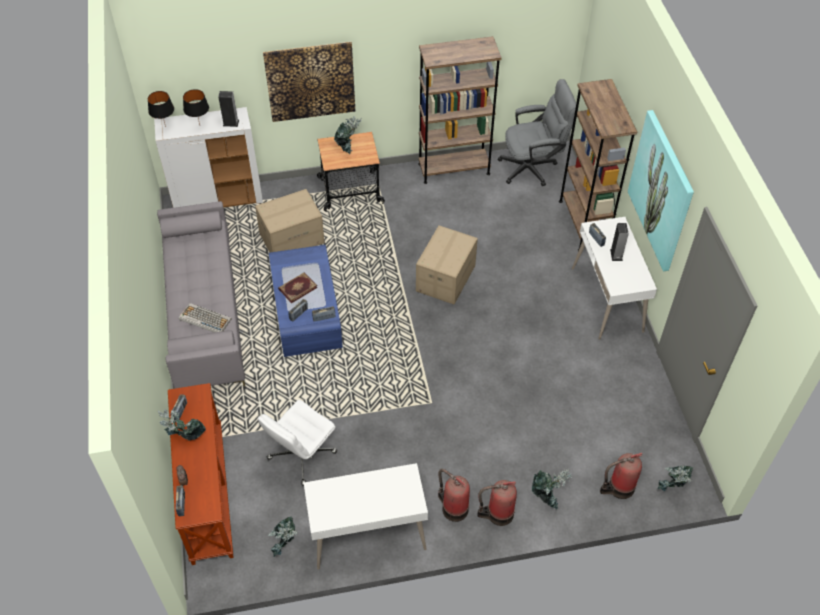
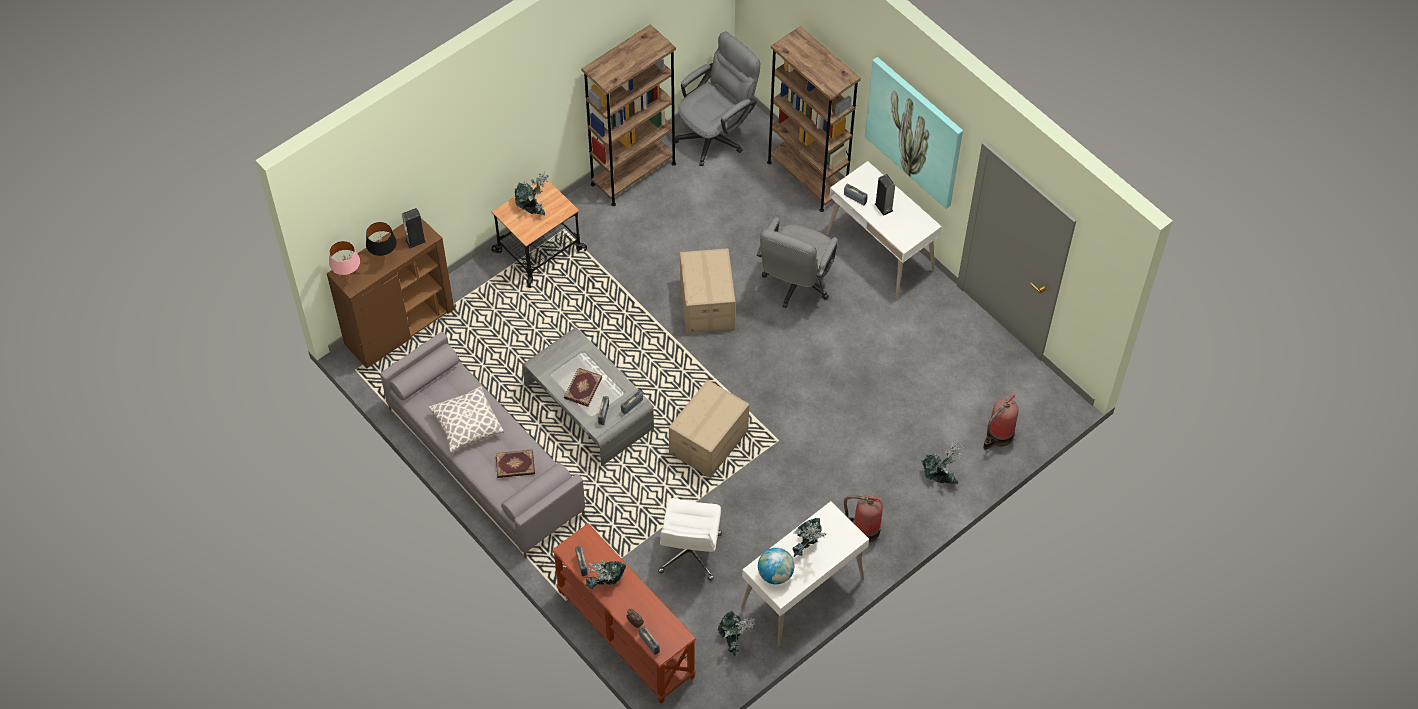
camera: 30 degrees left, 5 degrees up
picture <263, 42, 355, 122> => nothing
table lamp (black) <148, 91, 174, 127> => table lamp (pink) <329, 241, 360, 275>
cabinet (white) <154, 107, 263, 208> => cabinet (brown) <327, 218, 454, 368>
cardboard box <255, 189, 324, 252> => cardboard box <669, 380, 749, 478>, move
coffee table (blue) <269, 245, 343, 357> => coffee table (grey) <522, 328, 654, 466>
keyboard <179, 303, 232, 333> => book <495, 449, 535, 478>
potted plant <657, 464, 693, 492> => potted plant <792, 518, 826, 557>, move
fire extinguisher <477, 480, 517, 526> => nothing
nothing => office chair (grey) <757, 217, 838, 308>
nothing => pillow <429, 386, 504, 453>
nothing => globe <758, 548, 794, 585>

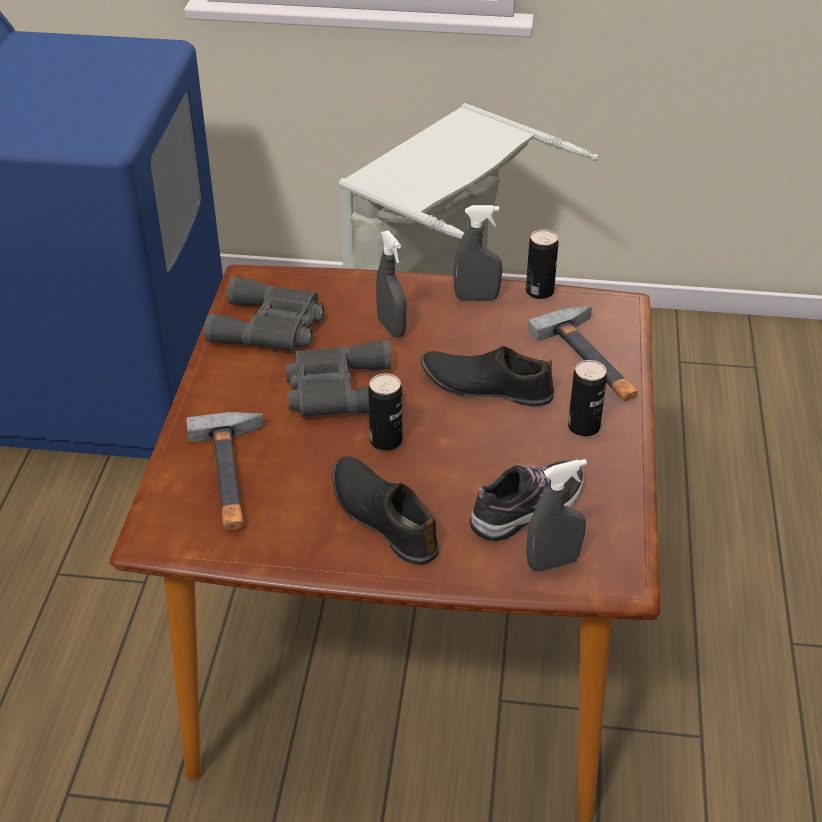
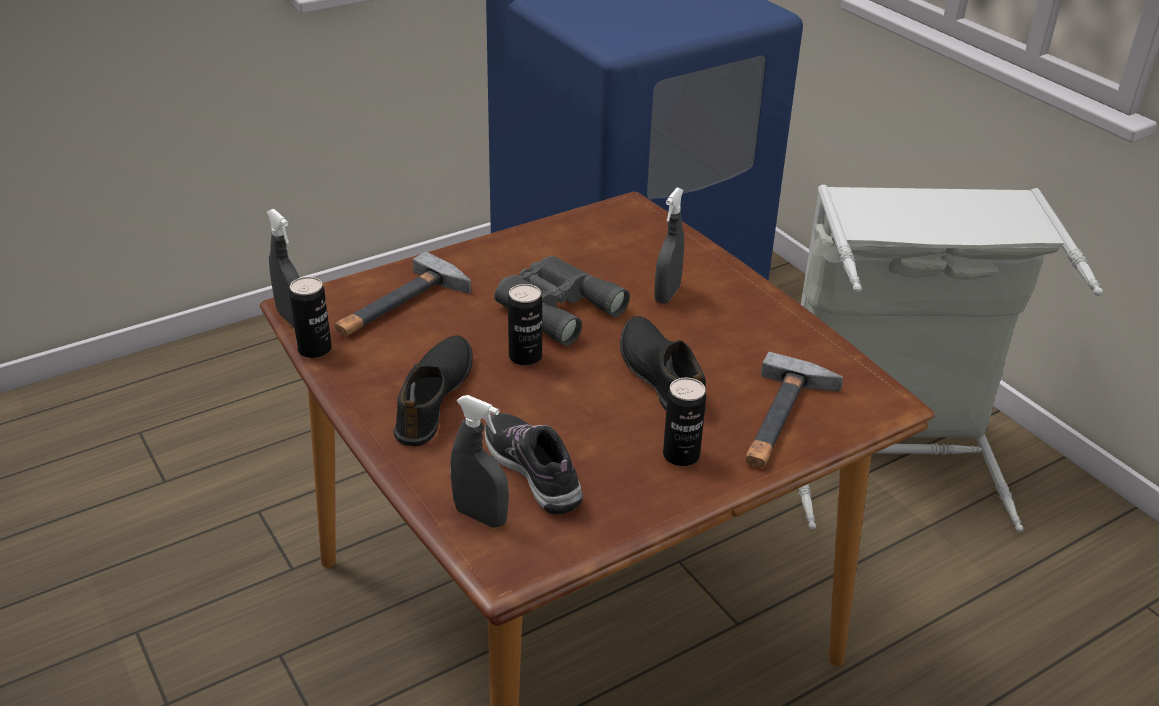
camera: 50 degrees right, 5 degrees down
spray bottle (grey) <454, 205, 502, 301> => spray bottle (grey) <267, 209, 300, 327>, move
can <526, 229, 558, 299> => can <289, 277, 332, 358>, move
binoculars (grey) <204, 277, 324, 352> => nothing
shoe <469, 461, 584, 541> => shoe <484, 413, 583, 515>, 135 degrees counterclockwise

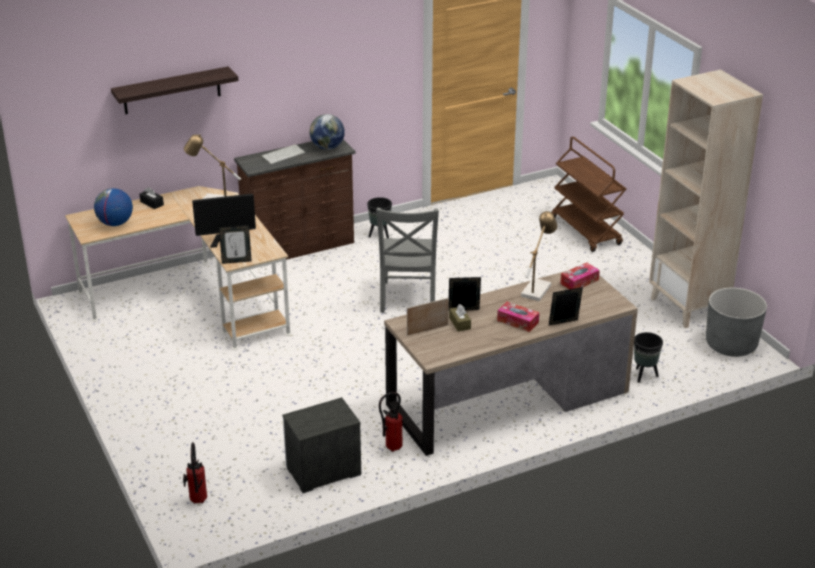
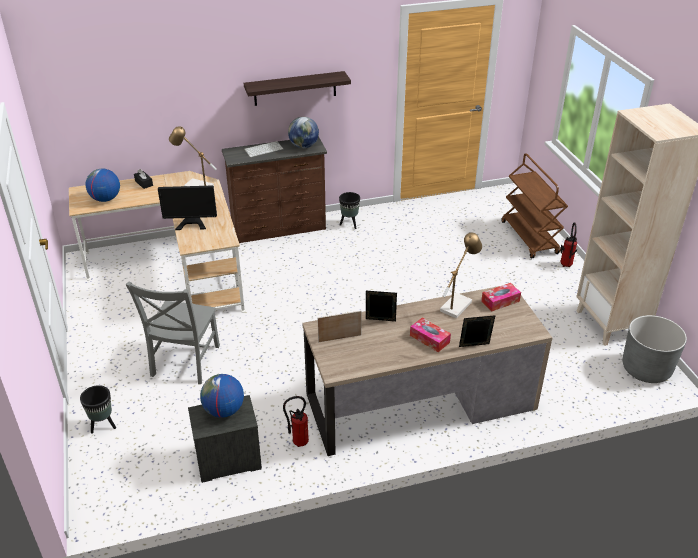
camera: 10 degrees right, 5 degrees up
shelf <111, 66, 238, 114> => shelf <244, 71, 351, 106>, move
chair (grey) <376, 208, 439, 313> => chair (grey) <125, 282, 220, 384>, move
picture frame <219, 225, 252, 264> => nothing
tissue box (brown) <449, 304, 471, 332> => nothing
planter (black) <634, 332, 663, 383> => planter (black) <80, 385, 116, 434>, move
fire extinguisher <183, 442, 207, 504> => fire extinguisher <560, 222, 577, 267>, move
nothing => globe <200, 374, 244, 418>

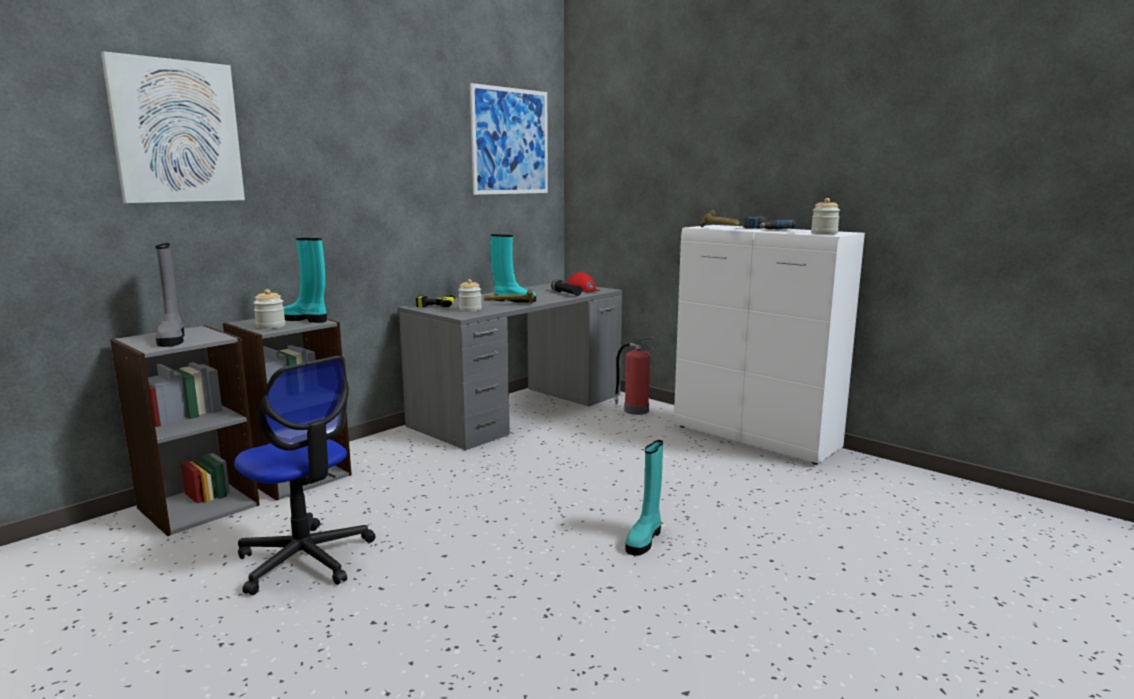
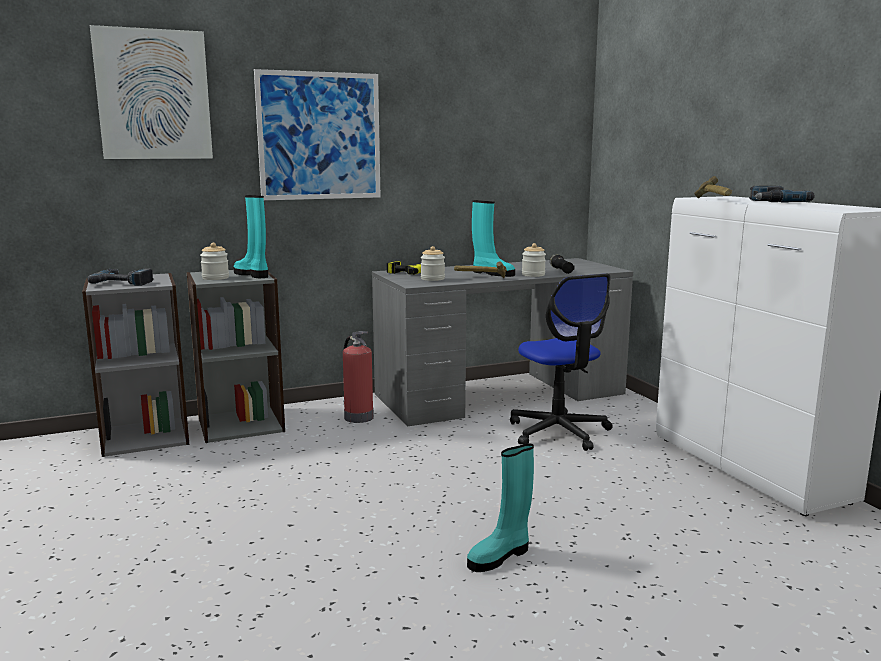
camera: 25 degrees right, 0 degrees up
picture <470, 83, 548, 195> => picture <254, 69, 380, 200>, move
jar <811, 198, 840, 234> => jar <522, 243, 546, 277>, move
boot (grey) <155, 243, 184, 347> => power drill <87, 269, 154, 286>
cap (red) <566, 272, 600, 292> => nothing
fire extinguisher <614, 337, 653, 415> => fire extinguisher <343, 331, 374, 423>, move
office chair <234, 356, 375, 595> => office chair <510, 273, 613, 451>, move

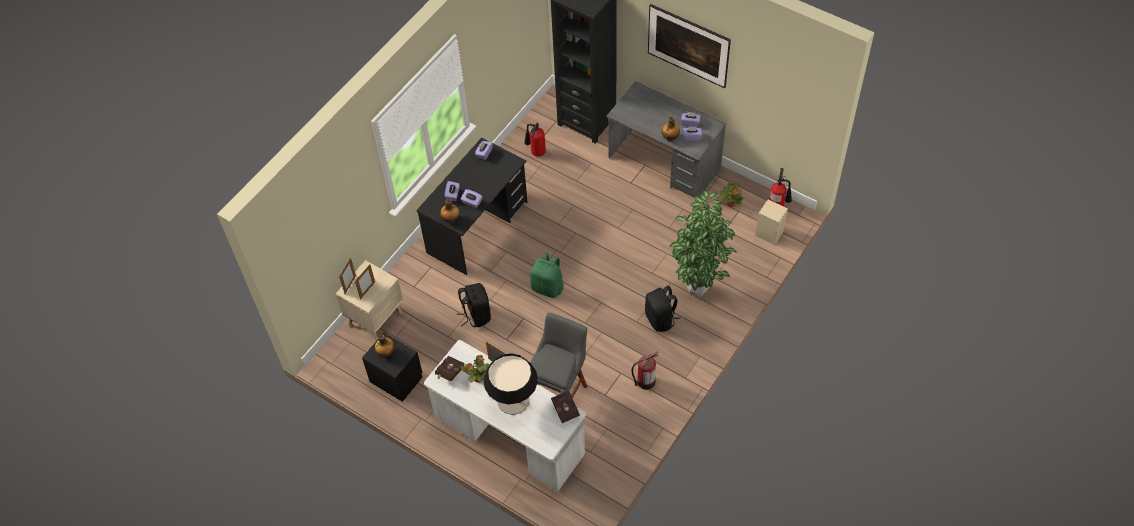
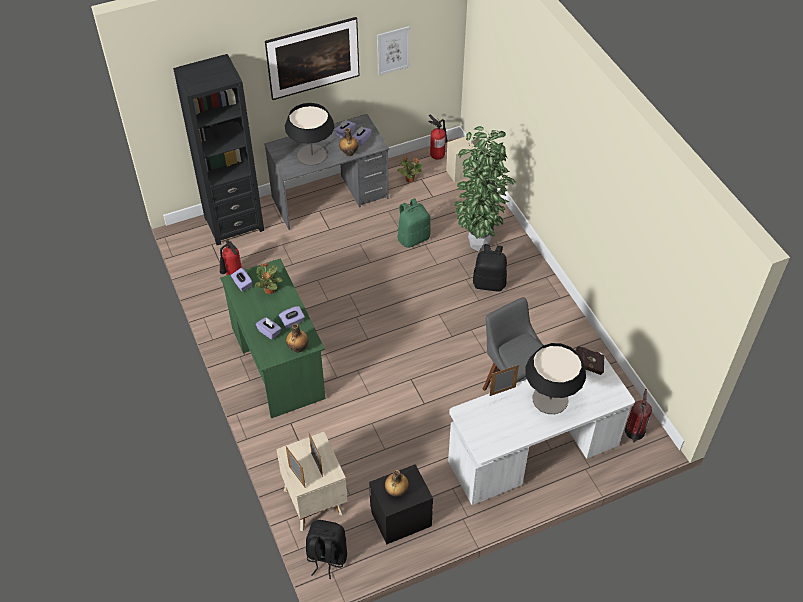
camera: 60 degrees left, 5 degrees down
desk (black) <416, 137, 527, 275> => desk (green) <220, 258, 326, 418>
backpack (green) <530, 252, 564, 298> => backpack (green) <397, 198, 431, 248>, move
backpack (black) <457, 283, 491, 327> => backpack (black) <306, 520, 347, 579>, move
fire extinguisher <631, 351, 658, 390> => fire extinguisher <625, 389, 652, 443>, move
potted plant <460, 355, 490, 383> => potted plant <255, 263, 283, 294>, move
book (red) <435, 356, 465, 382> => nothing
nothing => picture <377, 26, 410, 76>
nothing => table lamp <285, 103, 334, 166>

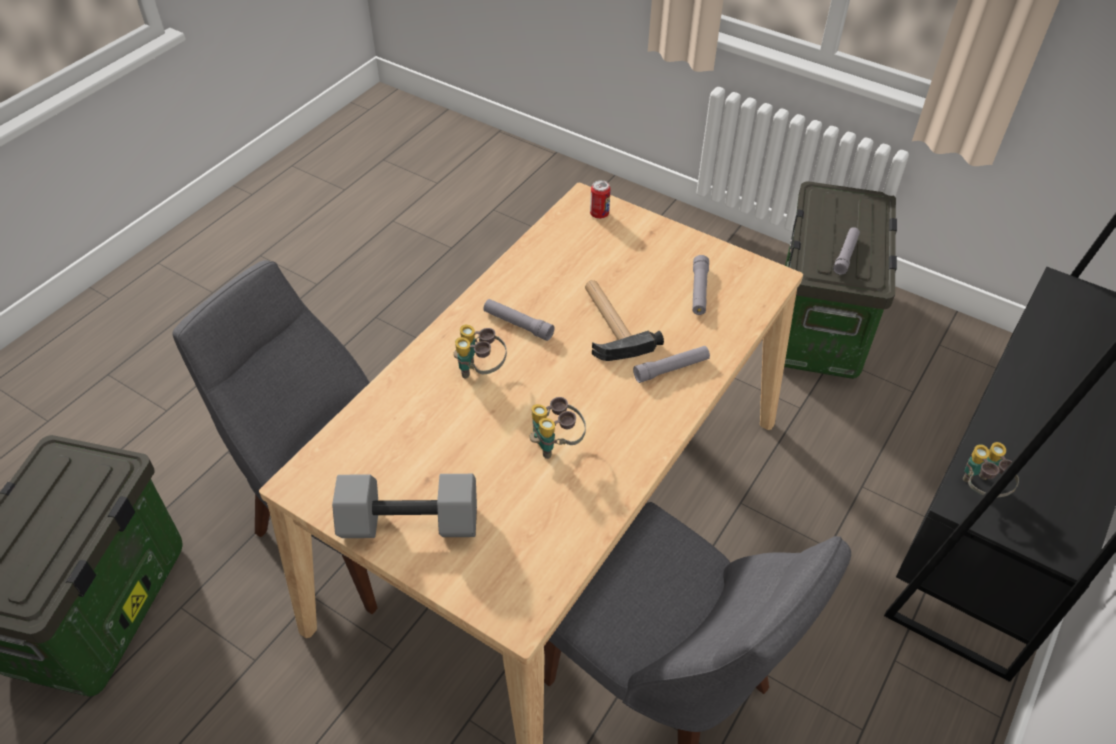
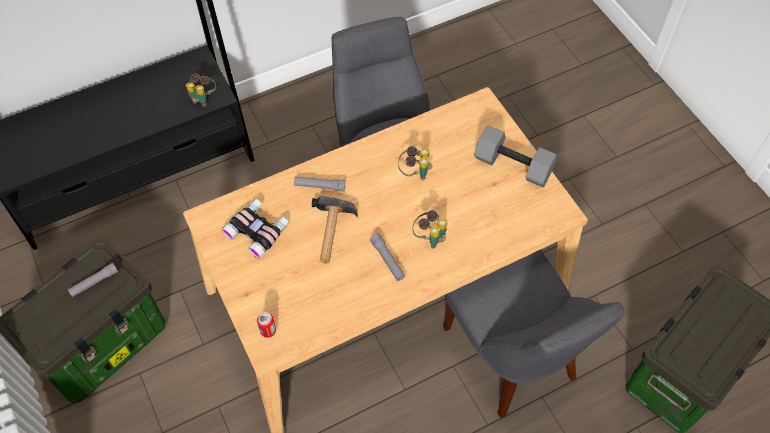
camera: 150 degrees left, 10 degrees up
flashlight (grey) <692, 255, 709, 315> => binoculars <221, 199, 289, 259>

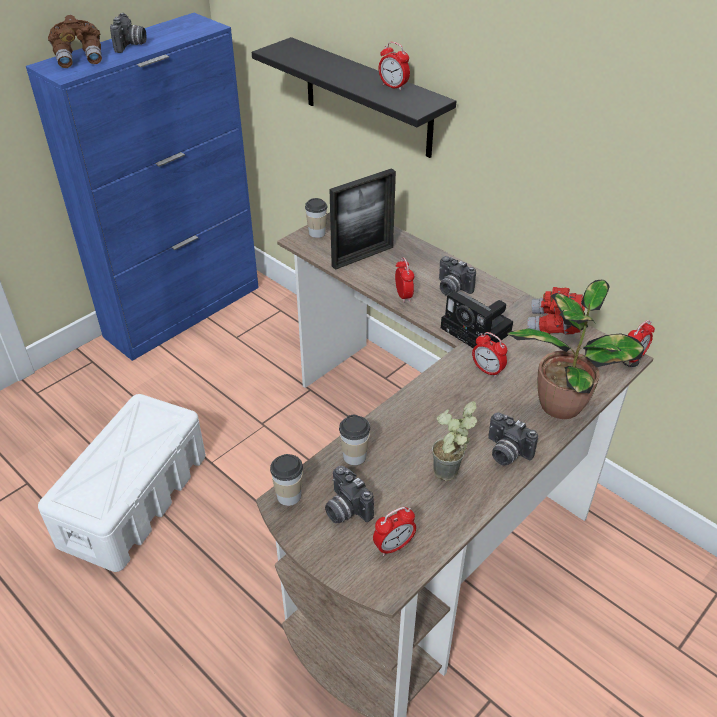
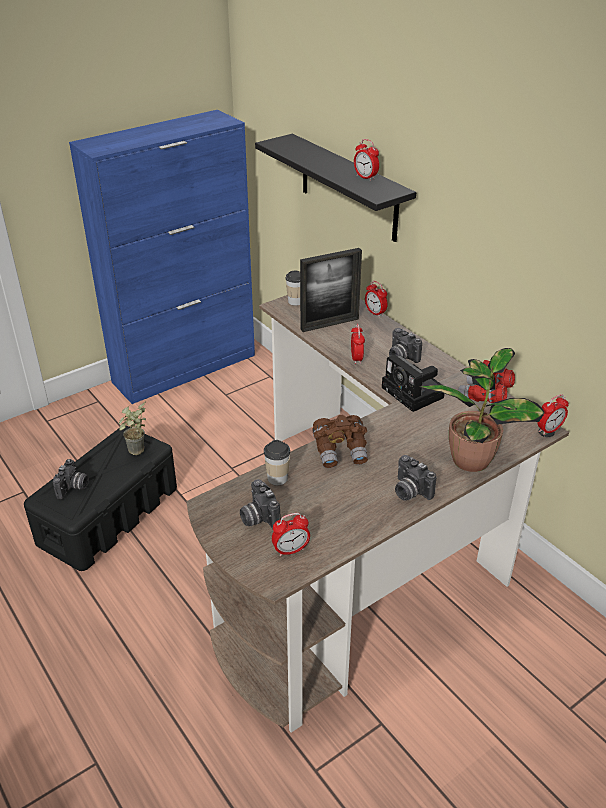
camera: 10 degrees right, 5 degrees down
photo camera <110, 13, 147, 53> => photo camera <53, 459, 89, 499>, move
binoculars (brown) <48, 15, 102, 68> => binoculars (brown) <313, 415, 368, 468>, move
alarm clock <472, 332, 507, 378> => alarm clock <365, 281, 388, 317>, move
storage box (white) <38, 394, 206, 572> => storage box (black) <24, 426, 177, 571>
potted plant <432, 401, 477, 481> => potted plant <119, 402, 146, 455>, move
cup <270, 454, 303, 506> => nothing

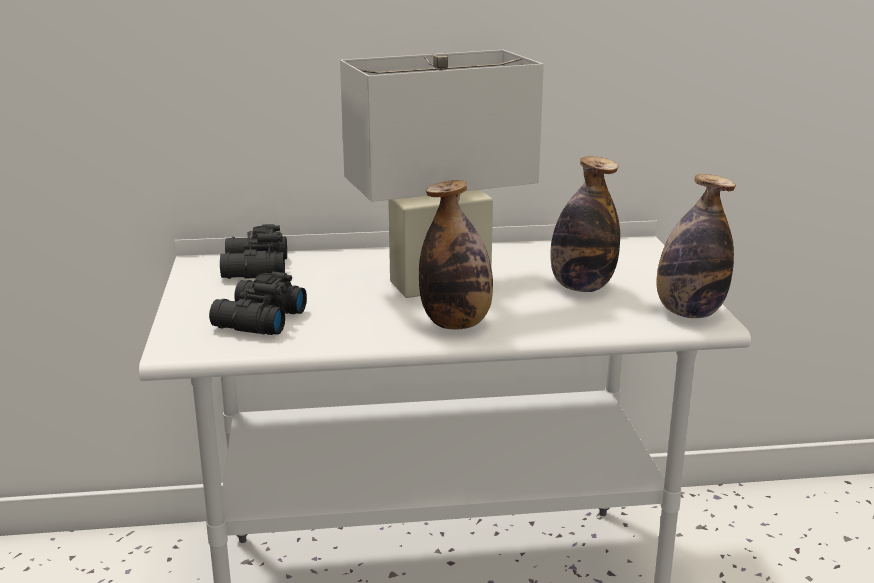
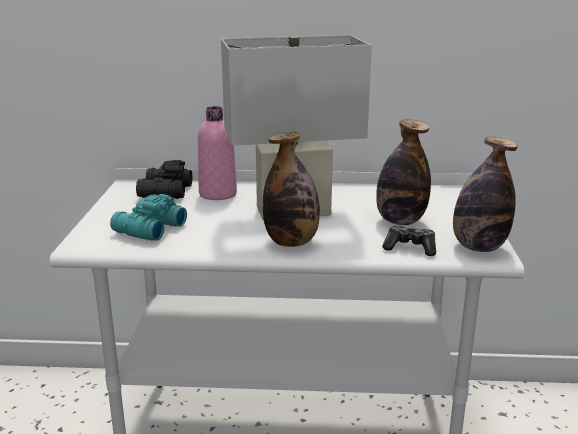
camera: 10 degrees right, 0 degrees up
binoculars (black) <209, 271, 307, 335> => binoculars (turquoise) <110, 194, 187, 241>
nothing => bottle (pink) <198, 106, 237, 200>
nothing => game controller <382, 225, 436, 256>

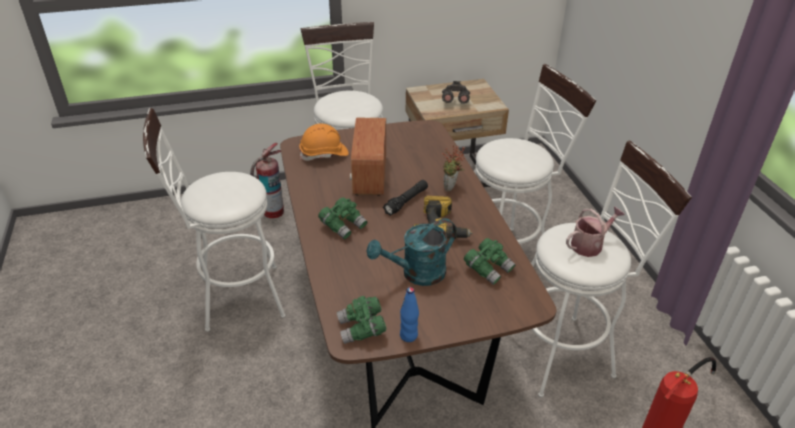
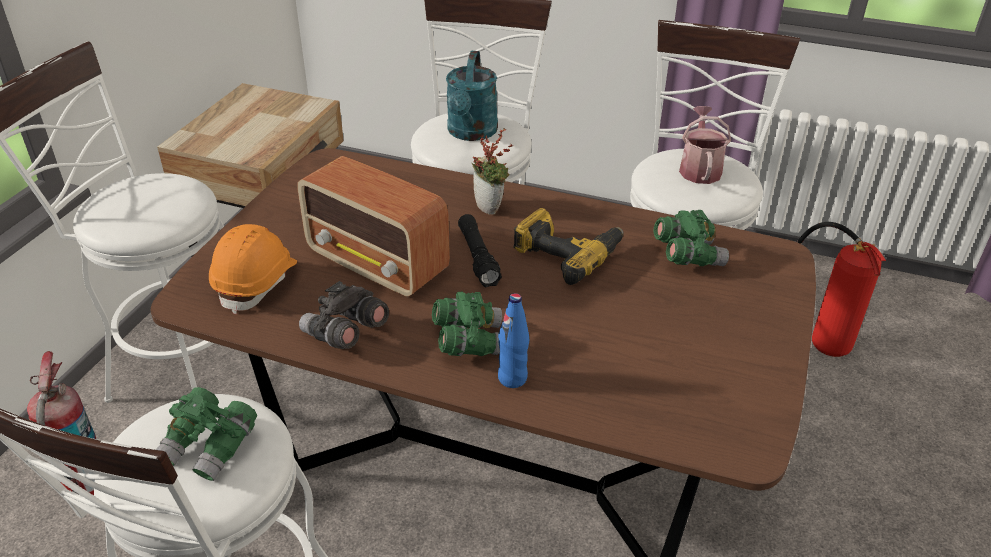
camera: 55 degrees left, 0 degrees up
binoculars (grey) <442, 81, 470, 104> => binoculars (grey) <299, 281, 389, 349>, move
watering can (turquoise) <367, 218, 456, 286> => watering can (turquoise) <446, 51, 498, 141>, move
bottle (blue) <400, 287, 419, 342> => bottle (blue) <498, 293, 529, 388>, move
binoculars (green) <337, 296, 386, 344> => binoculars (green) <156, 387, 257, 481>, move

